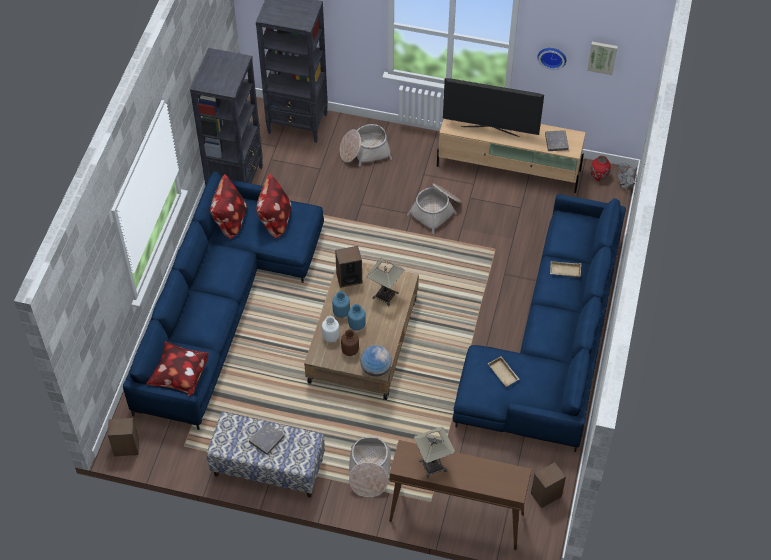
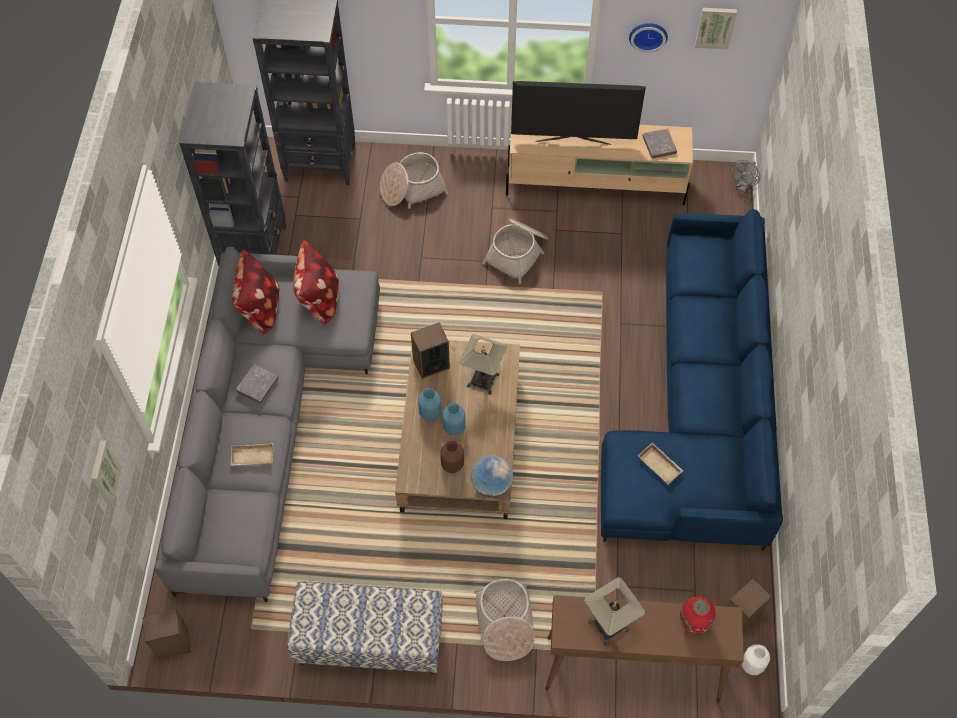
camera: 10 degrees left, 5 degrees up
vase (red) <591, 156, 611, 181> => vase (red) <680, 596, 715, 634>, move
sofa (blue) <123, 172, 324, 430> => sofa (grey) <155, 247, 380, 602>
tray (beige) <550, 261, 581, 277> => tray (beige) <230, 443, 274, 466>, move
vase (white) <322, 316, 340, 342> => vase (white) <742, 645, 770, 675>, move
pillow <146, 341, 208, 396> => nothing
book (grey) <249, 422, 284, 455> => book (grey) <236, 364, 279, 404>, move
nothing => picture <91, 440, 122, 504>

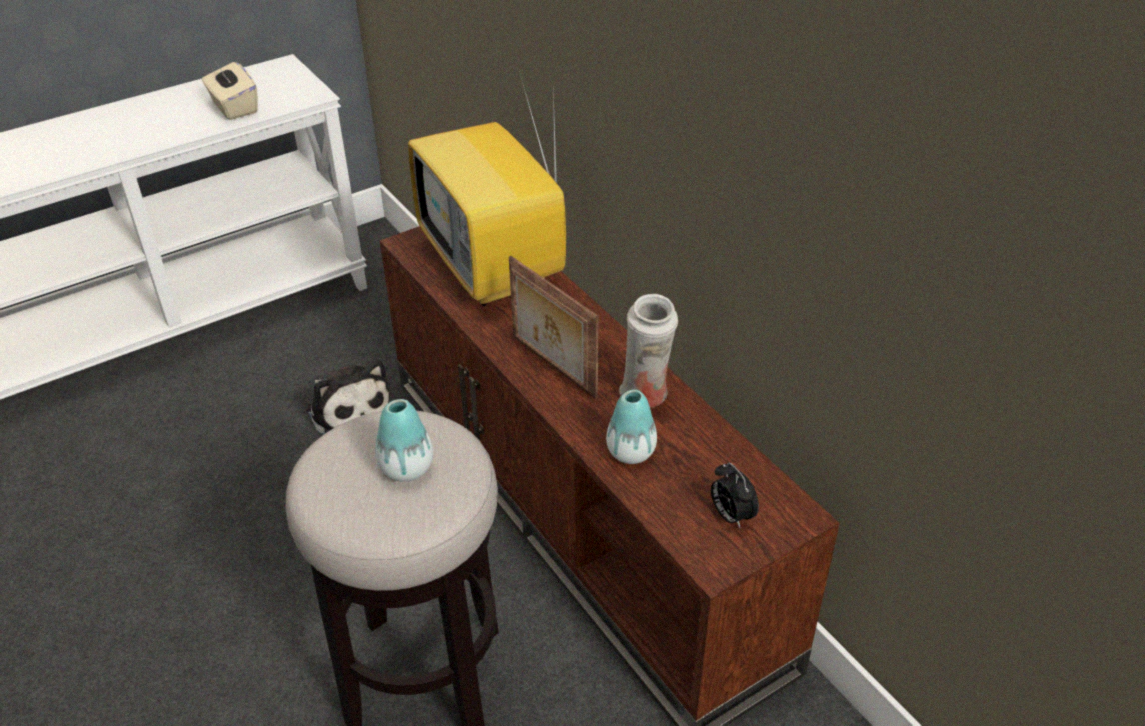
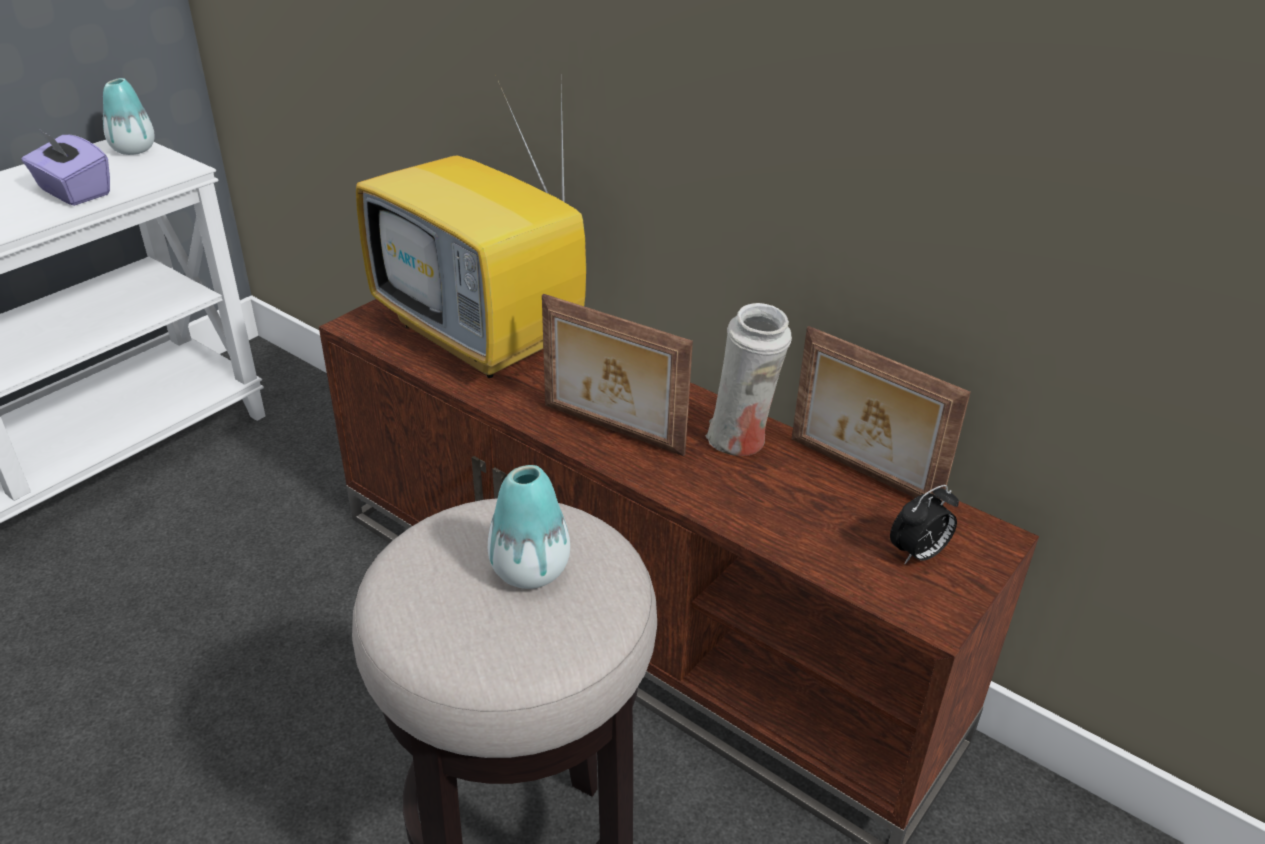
camera: 20 degrees left, 5 degrees down
tissue box (beige) <202, 61, 258, 120> => tissue box (purple) <22, 130, 110, 206>
plush toy <307, 359, 391, 434> => nothing
vase <606, 389, 657, 464> => vase <103, 78, 155, 155>, move
alarm clock <711, 463, 759, 528> => alarm clock <890, 485, 959, 564>, 75 degrees counterclockwise
nothing => picture frame <792, 326, 971, 501>

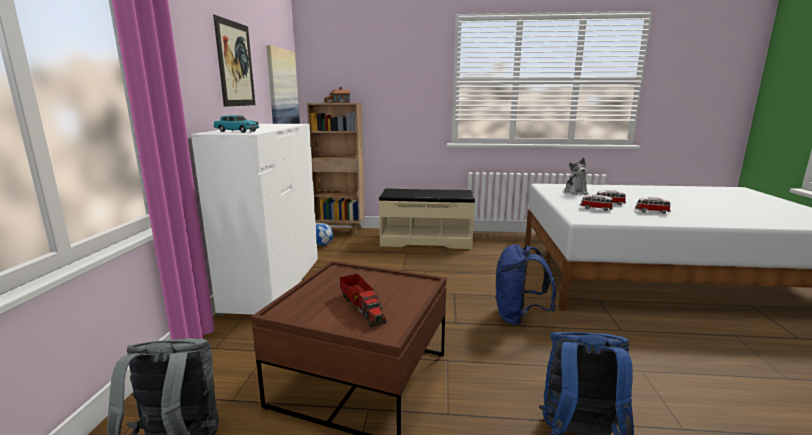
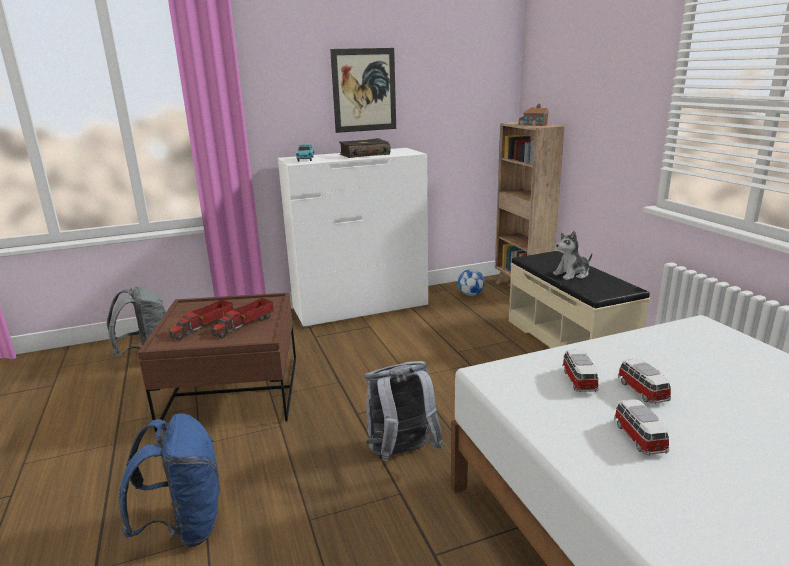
camera: 65 degrees right, 5 degrees up
picture <266, 45, 300, 124> => nothing
plush toy <564, 158, 589, 195> => plush toy <553, 231, 592, 280>, move
backpack (blue) <495, 244, 556, 326> => backpack (grey) <364, 361, 444, 462>
nothing => book <339, 138, 390, 158>
nothing => toy truck <211, 298, 274, 339>

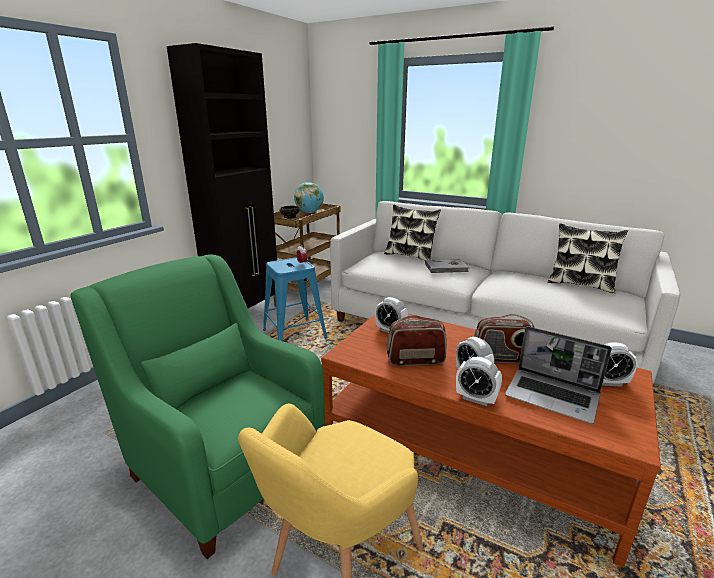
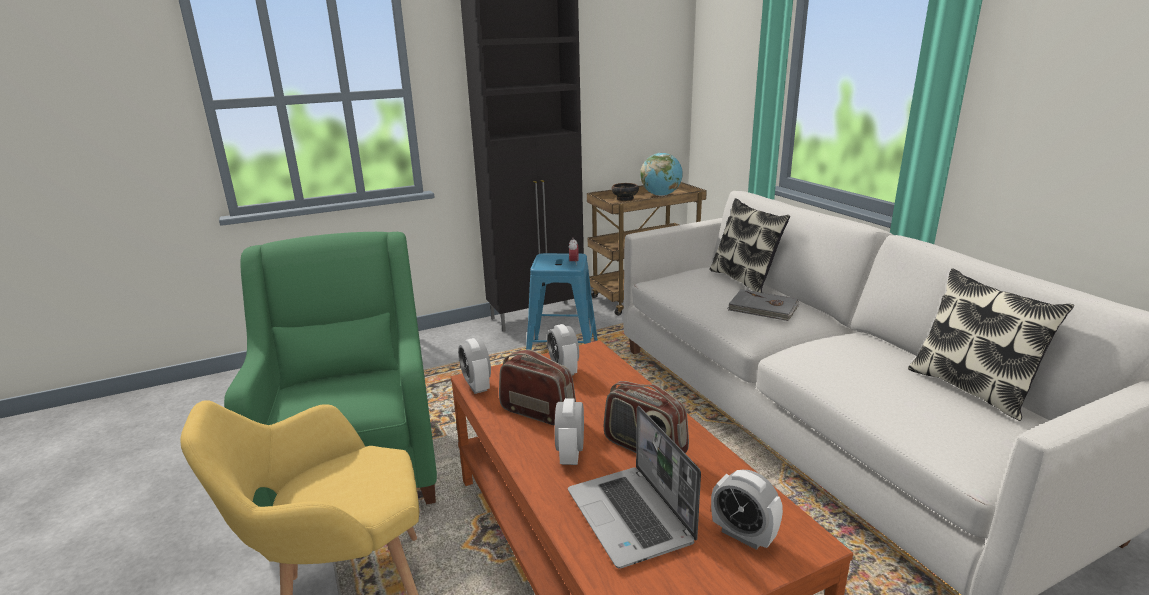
camera: 35 degrees right, 0 degrees up
alarm clock <456, 357, 502, 406> => alarm clock <458, 338, 491, 394>, move

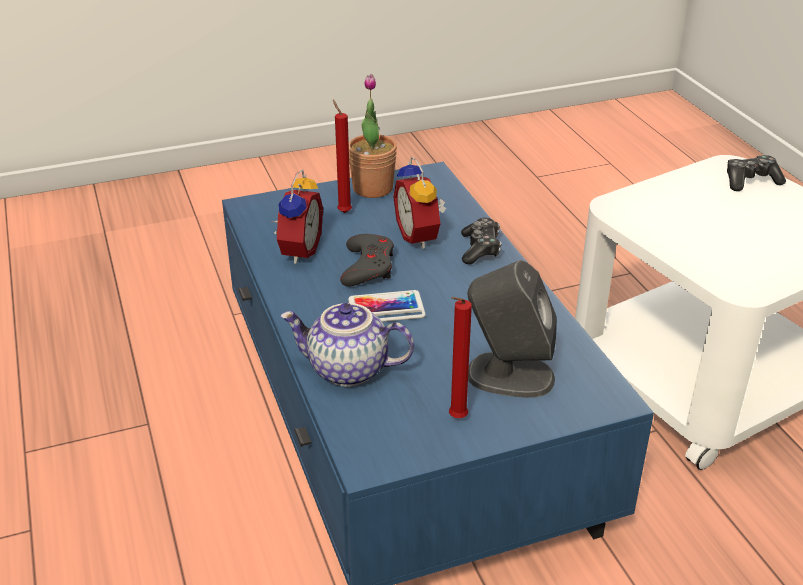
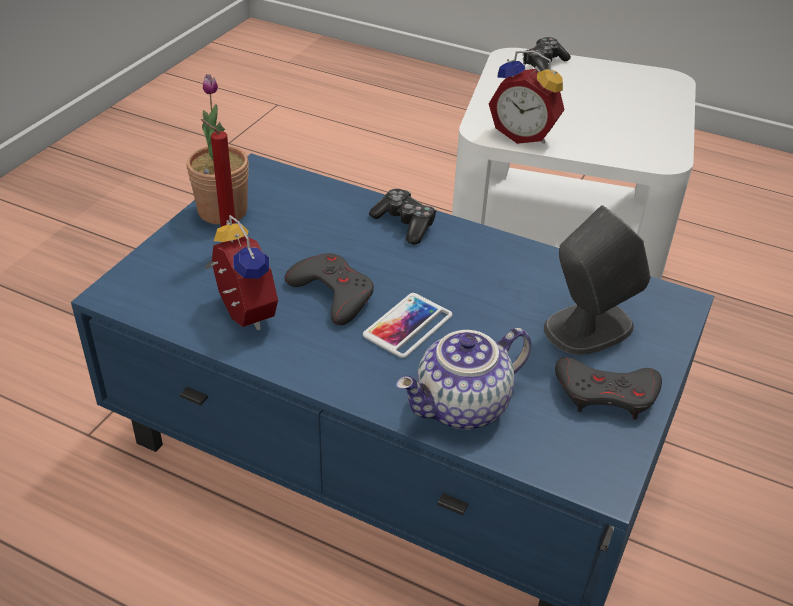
camera: 45 degrees left, 5 degrees up
alarm clock <393, 157, 446, 249> => alarm clock <489, 51, 565, 144>, move
candle (red) <449, 297, 472, 418> => game controller (grey) <555, 357, 662, 420>

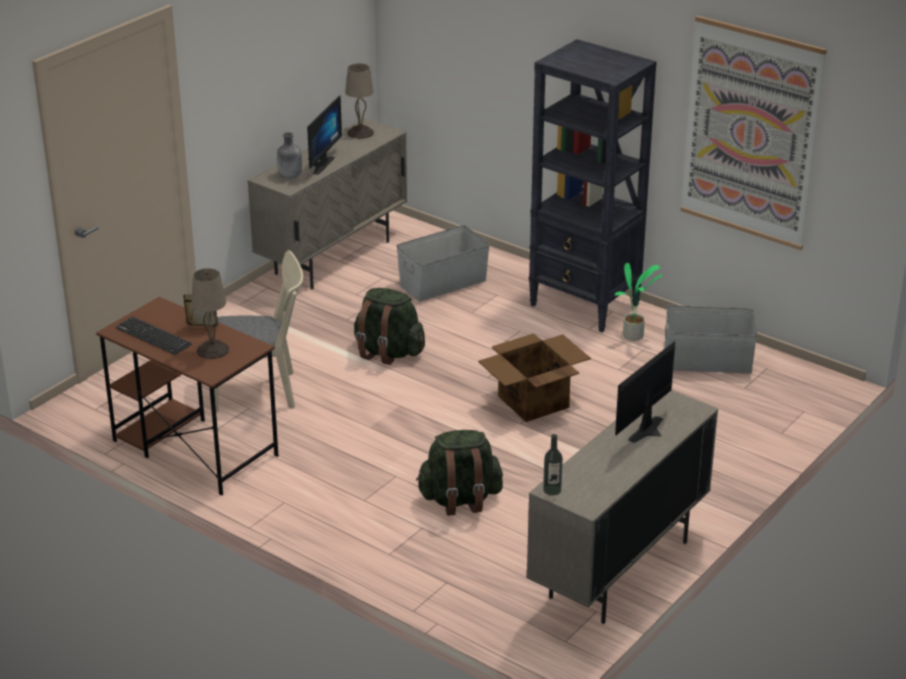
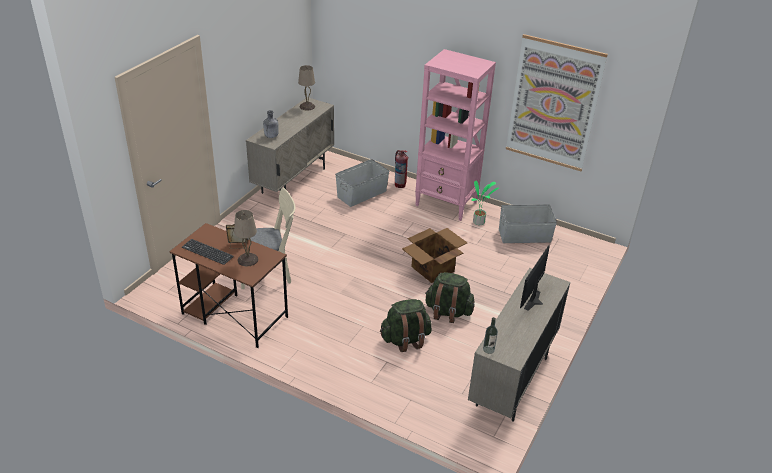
camera: 10 degrees left, 5 degrees up
bookcase (black) <529, 39, 657, 332> => bookcase (pink) <415, 49, 496, 221>
monitor <307, 95, 342, 175> => nothing
backpack (green) <354, 288, 425, 365> => backpack (green) <425, 272, 475, 323>, move
nothing => fire extinguisher <395, 150, 408, 188>

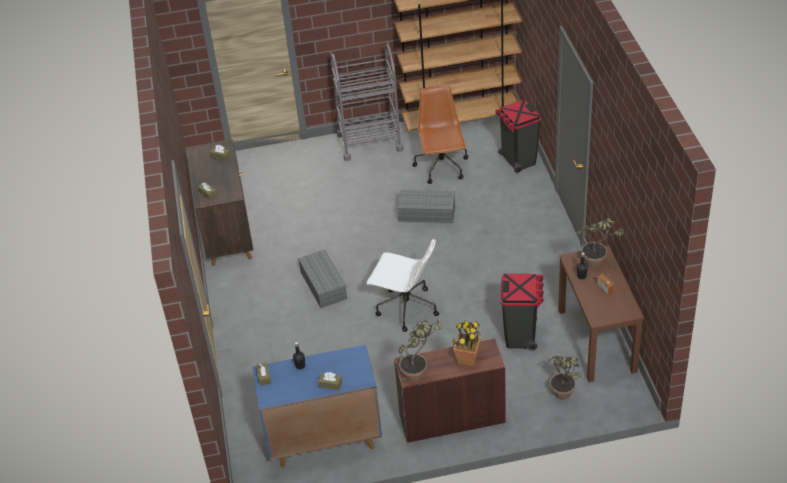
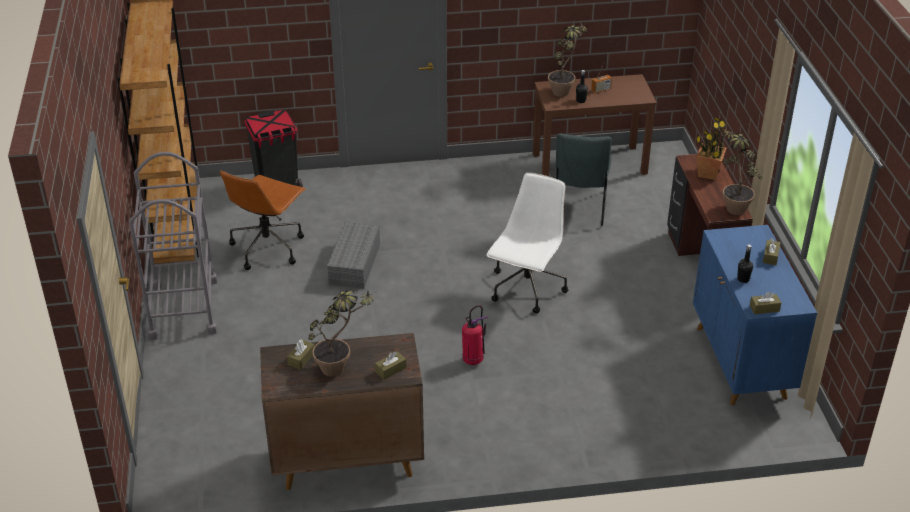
camera: 90 degrees left, 5 degrees down
office chair (brown) <412, 86, 468, 184> => office chair (brown) <220, 170, 306, 270>, 60 degrees counterclockwise
storage box (grey) <298, 249, 347, 308> => fire extinguisher <462, 305, 488, 365>
trash can (black) <501, 274, 544, 350> => chair (grey) <556, 133, 612, 226>
potted plant <548, 356, 581, 400> => potted plant <308, 290, 374, 377>, move

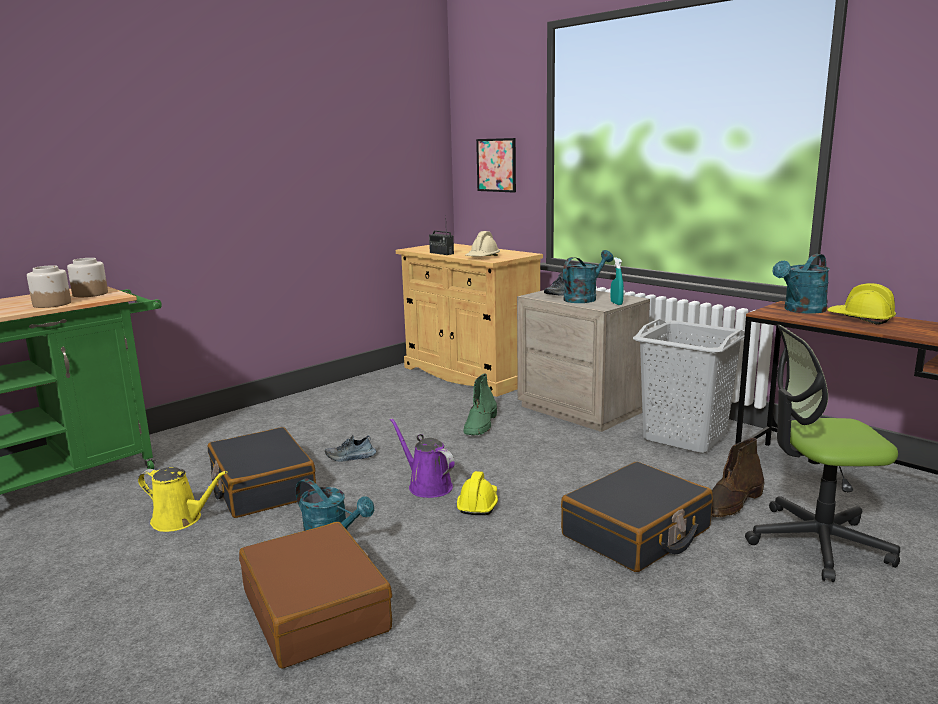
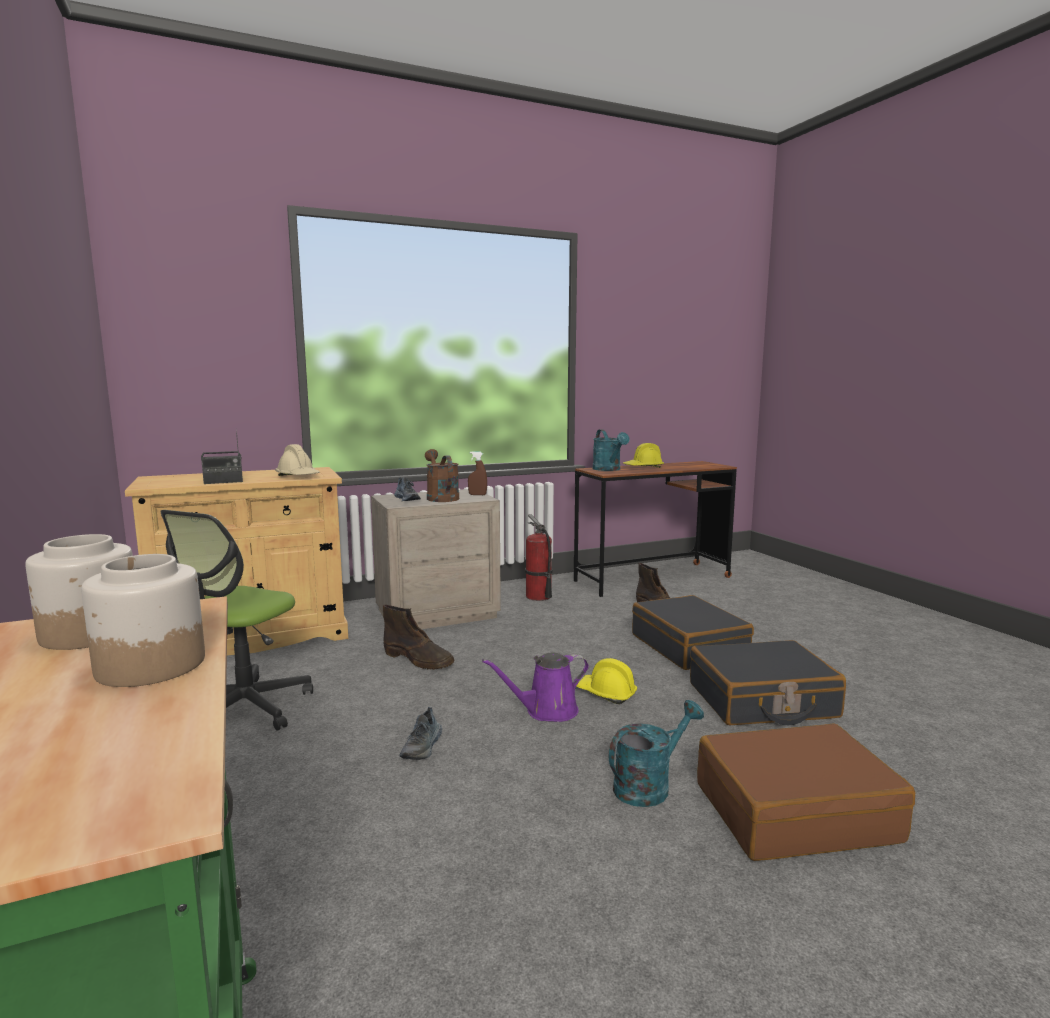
camera: 70 degrees left, 5 degrees down
picture <476, 138, 516, 192> => nothing
watering can (turquoise) <563, 250, 613, 303> => watering can (brown) <425, 449, 459, 502>
spray bottle (turquoise) <611, 257, 624, 305> => spray bottle (brown) <468, 451, 487, 495>
laundry basket (grey) <633, 319, 745, 454> => fire extinguisher <525, 514, 553, 601>
office chair <745, 325, 900, 582> => office chair <160, 510, 313, 731>, move
boot (green) <463, 373, 497, 435> => boot (brown) <383, 605, 454, 670>
suitcase (black) <208, 427, 316, 518> => suitcase (black) <690, 640, 846, 725>, move
watering can (yellow) <138, 467, 227, 532> => nothing

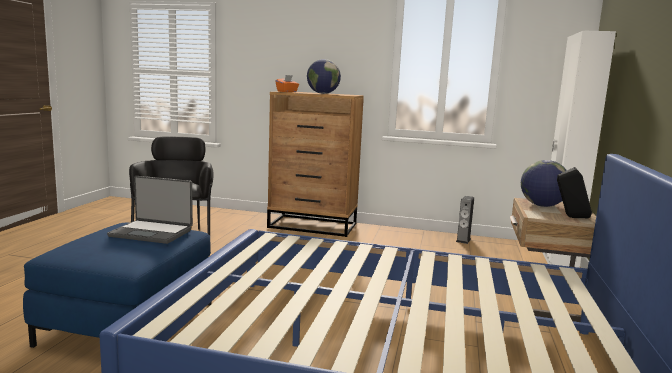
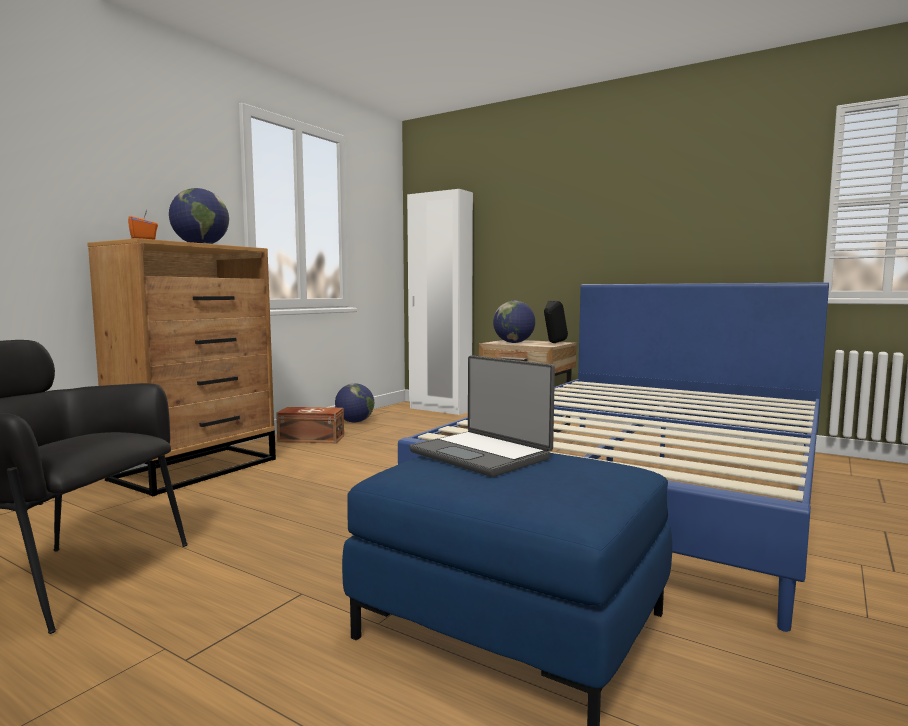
camera: 70 degrees left, 5 degrees down
laptop <107, 176, 193, 244> => laptop <409, 356, 555, 477>, 105 degrees clockwise
speaker <456, 196, 474, 244> => globe <335, 383, 374, 423>
nothing => storage box (brown) <276, 407, 344, 443>

